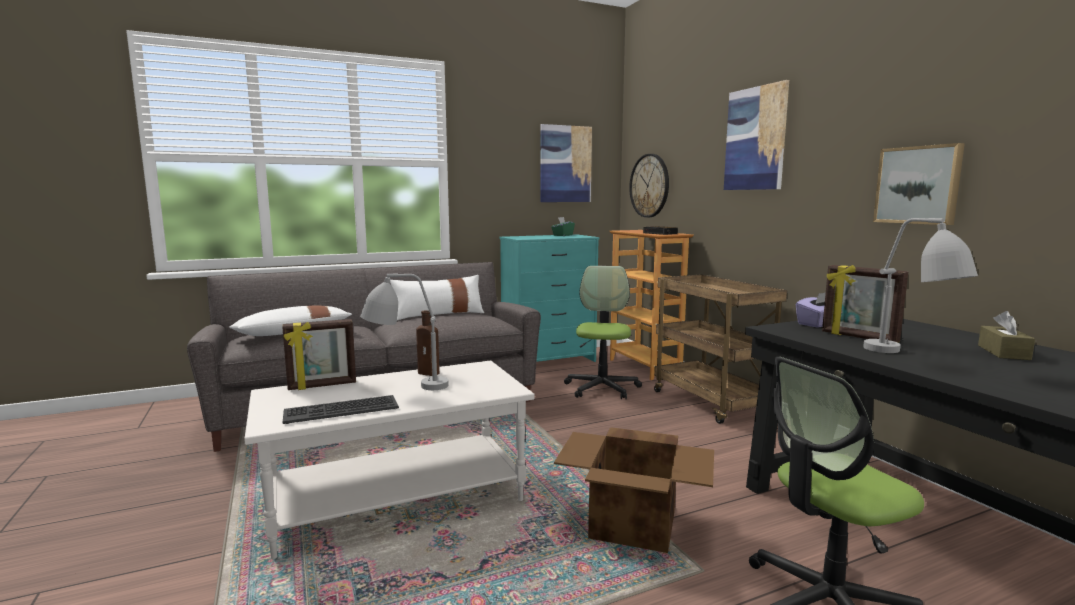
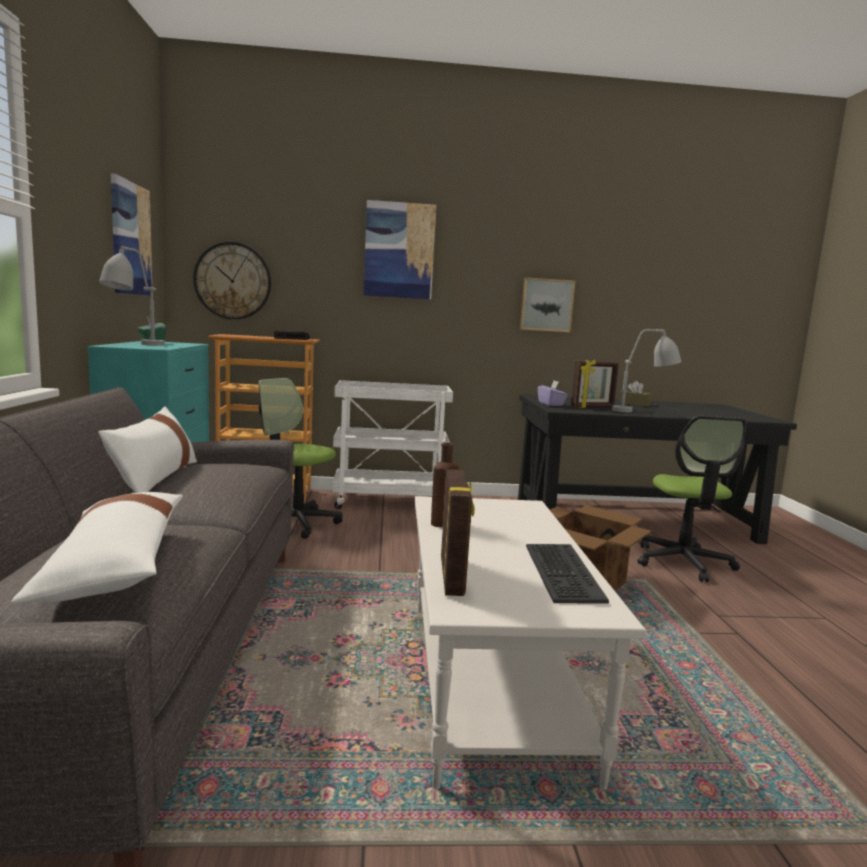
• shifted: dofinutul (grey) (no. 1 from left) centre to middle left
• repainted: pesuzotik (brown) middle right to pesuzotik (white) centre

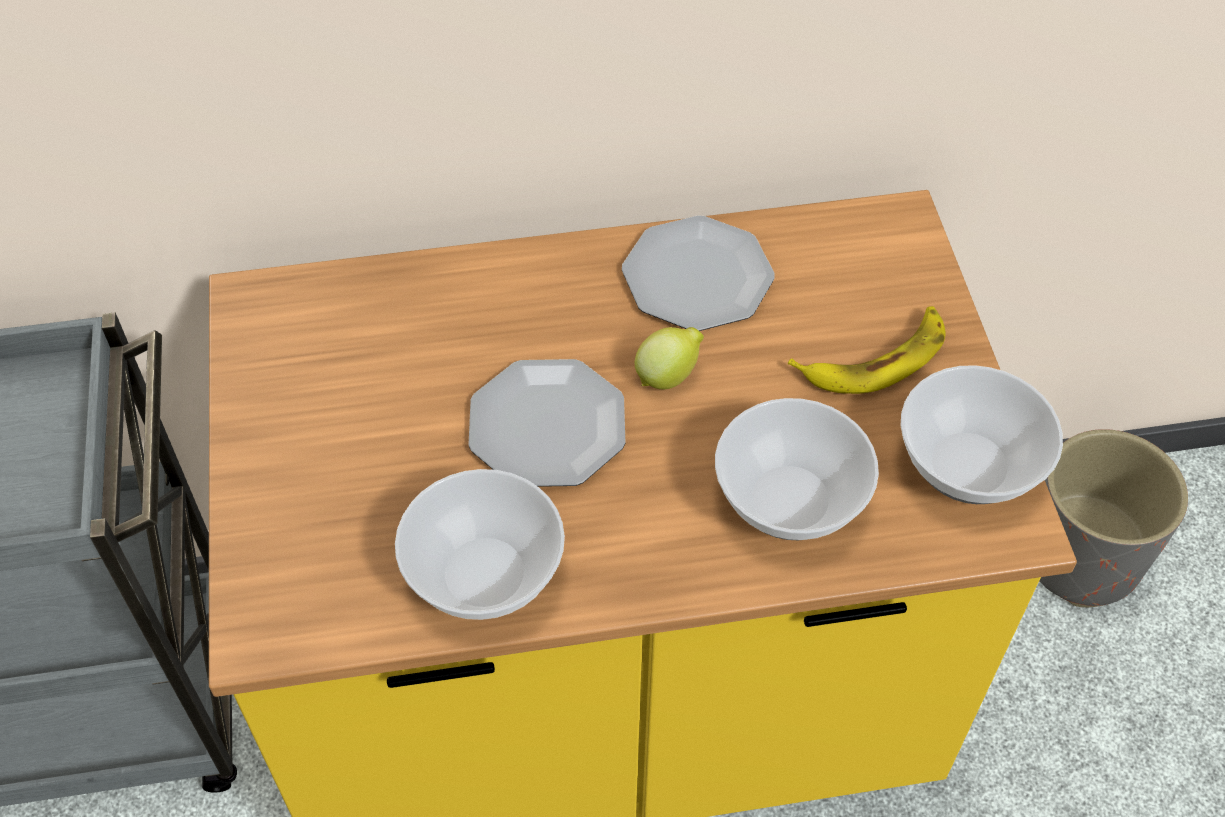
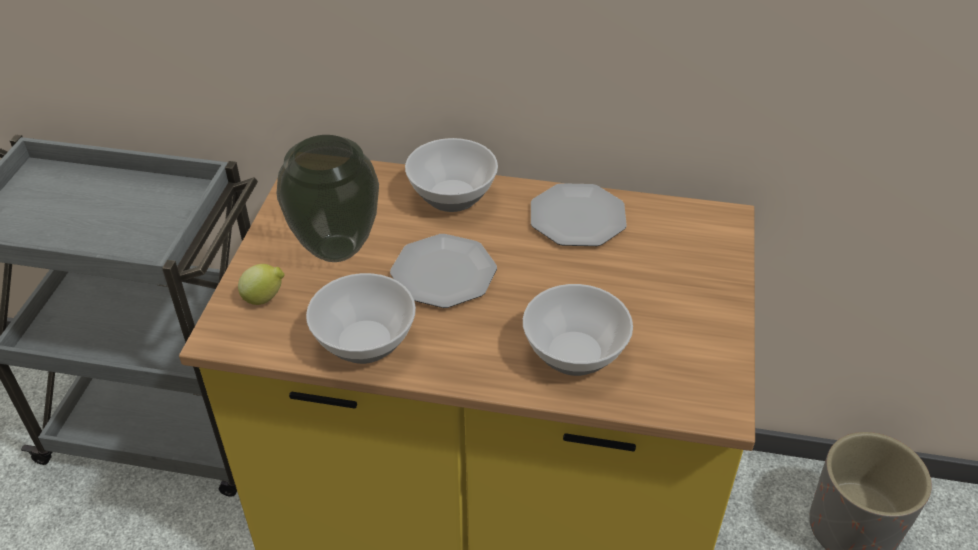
• shifted: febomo centre to middle left
• new: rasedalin centre
• shifted: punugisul (no. 3 from left in the first image) middle right to punugisul (no. 2 from left) top centre
• gone: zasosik middle right

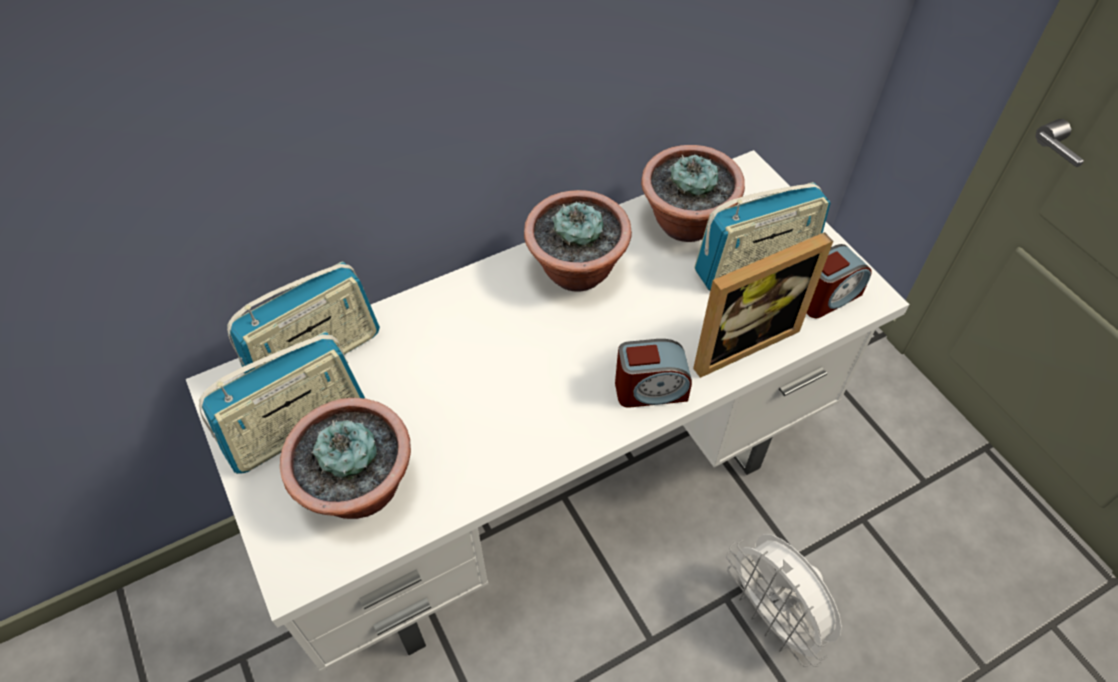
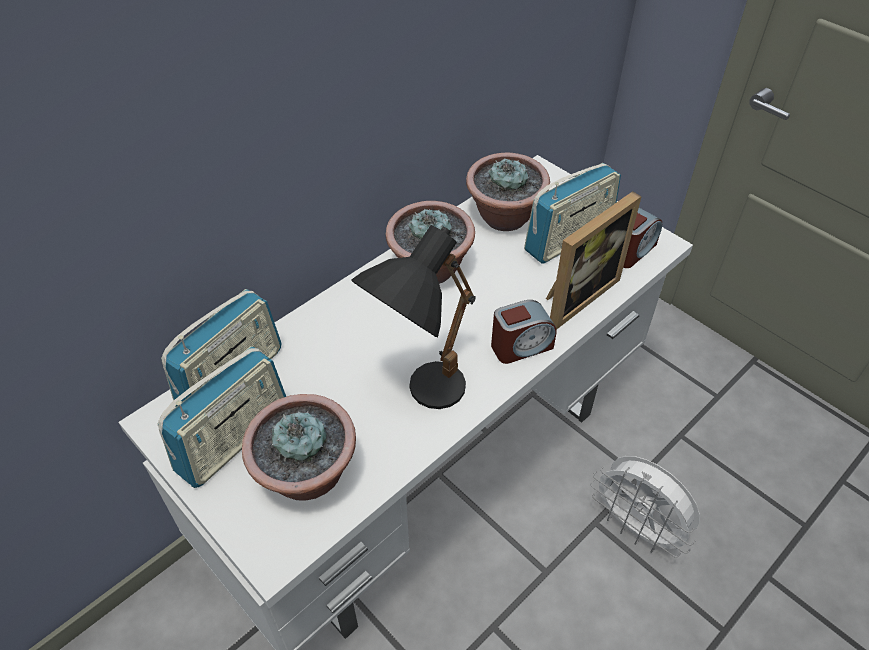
• new: dofinutul (black) centre

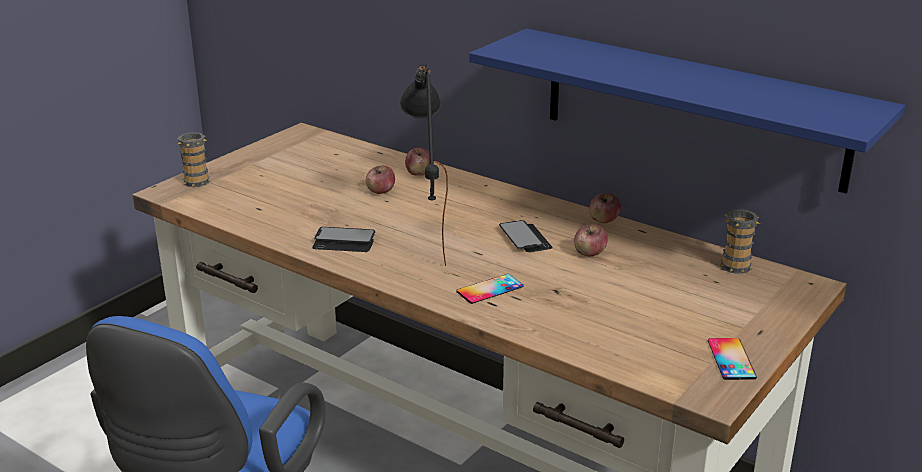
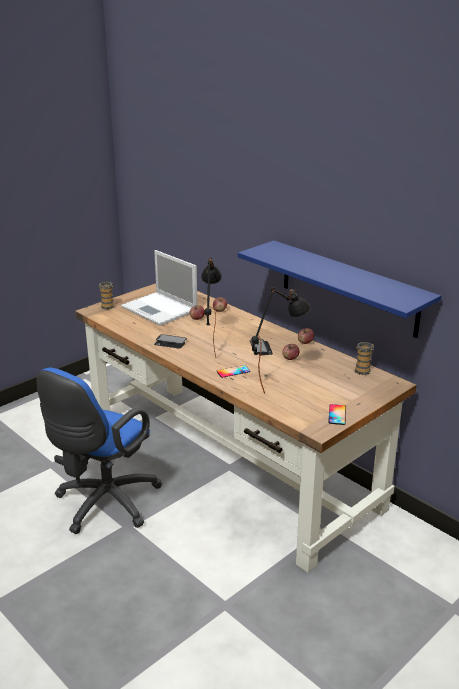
• new: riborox centre
• new: dofinutul (black) (no. 2 from left) centre

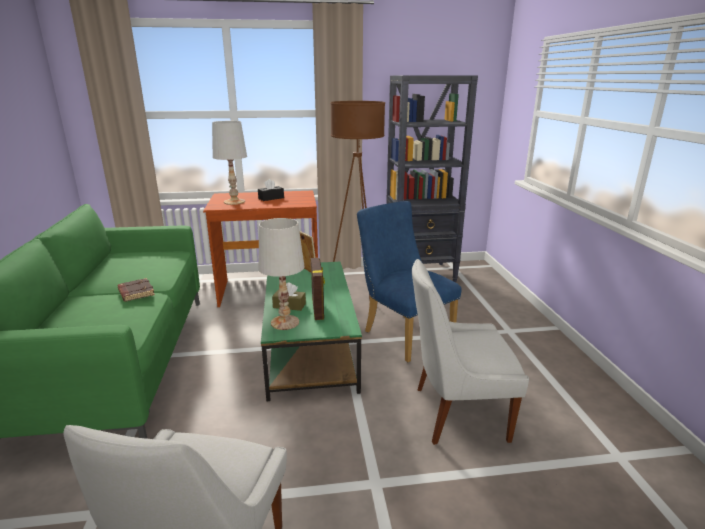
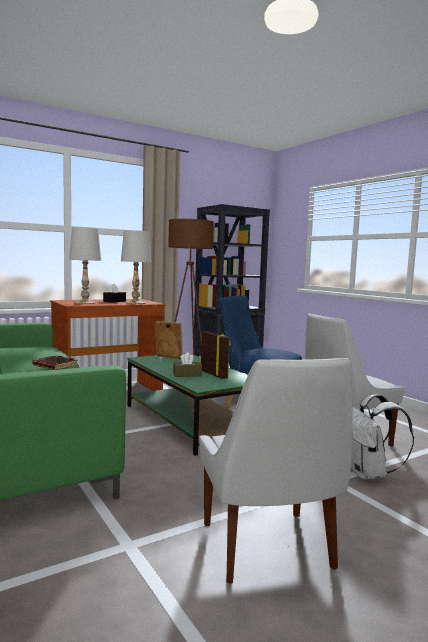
• shifted: dofinutul (white) (no. 2 from left) centre to middle left
• new: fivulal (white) bottom right

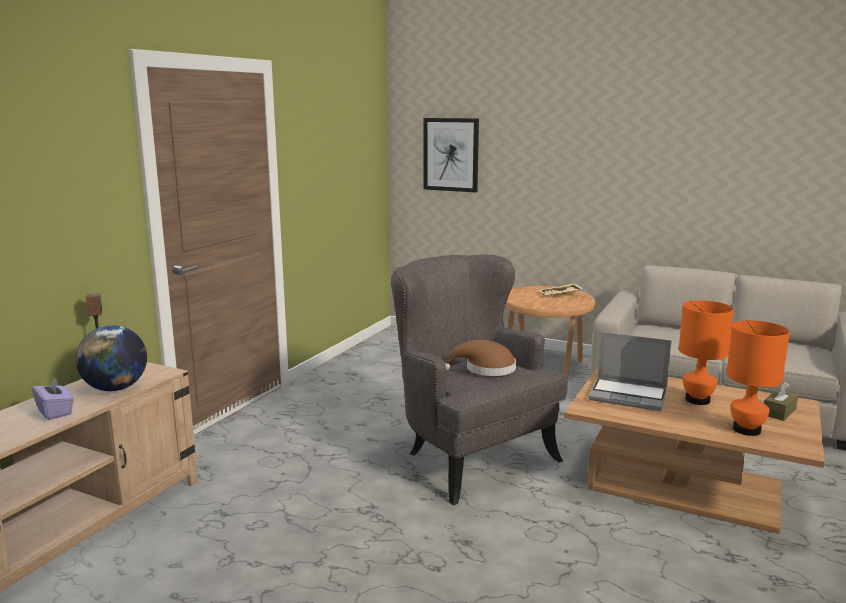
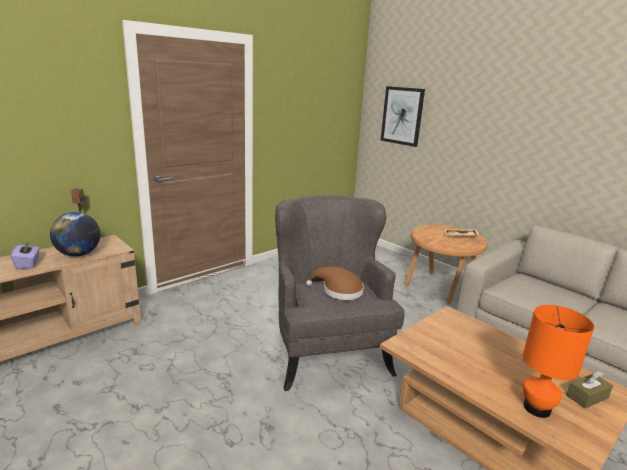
• gone: riborox middle right
• gone: dofinutul (orange) (no. 1 from left) middle right

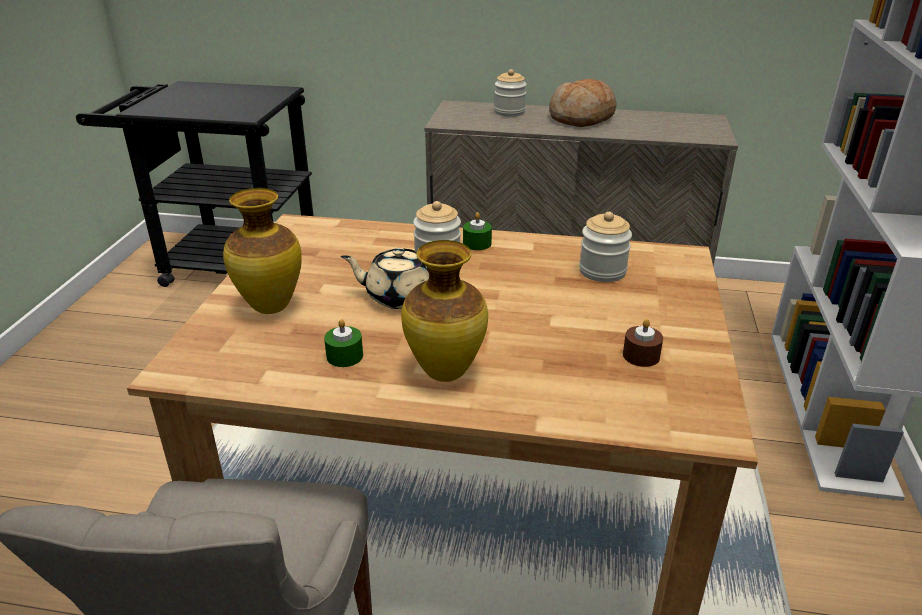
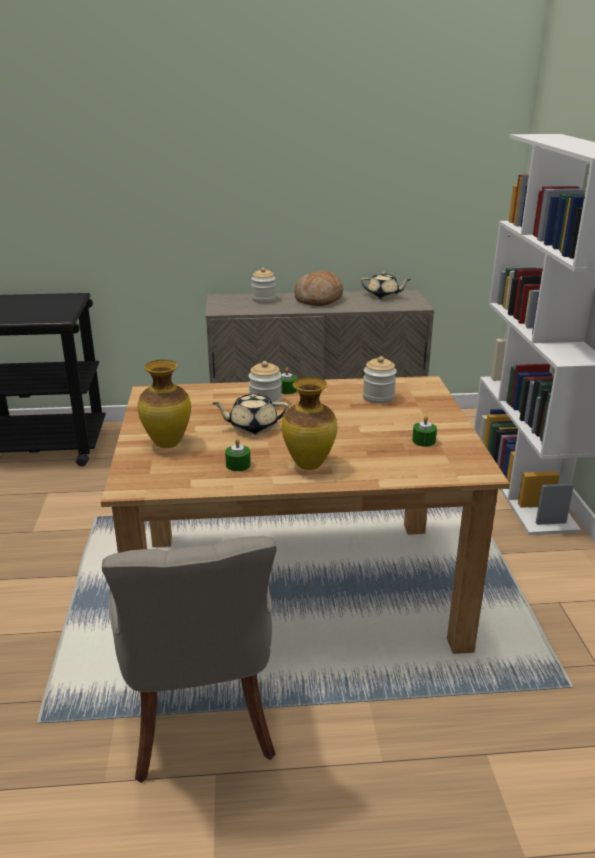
• new: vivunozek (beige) (no. 2 from left) top centre
• repainted: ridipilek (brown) middle right to ridipilek (green) (no. 3 from left) middle right

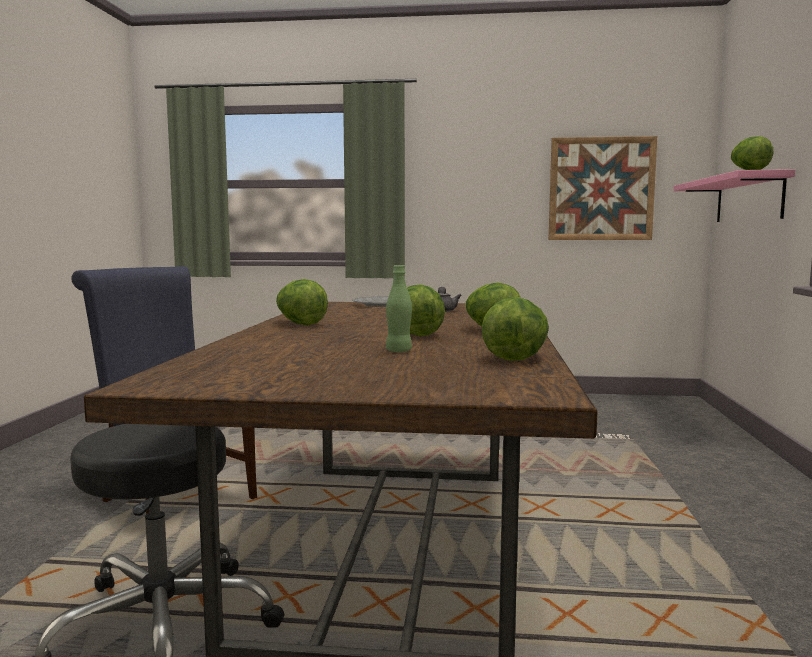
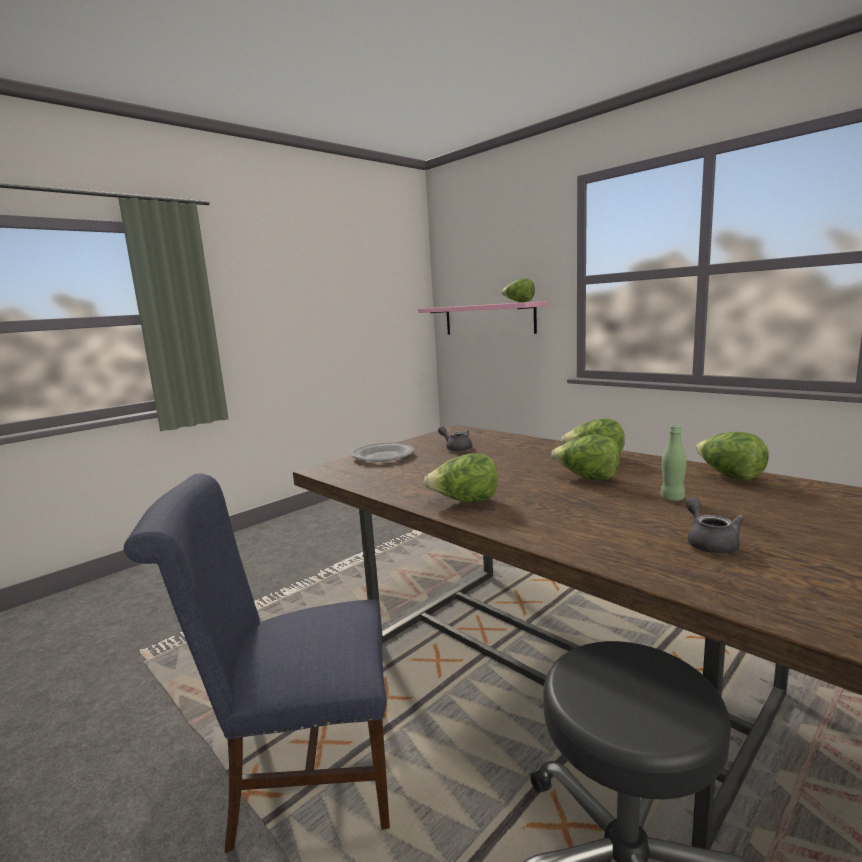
• new: vivunozek (grey) (no. 2 from left) middle right
• gone: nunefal top right

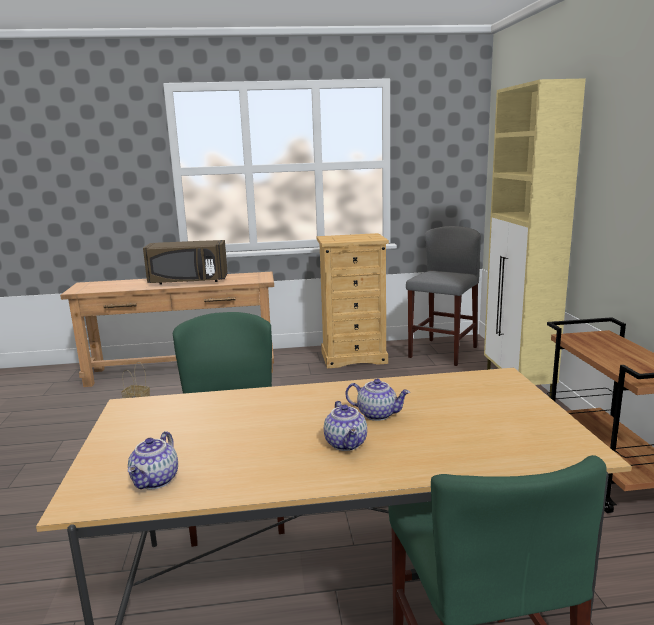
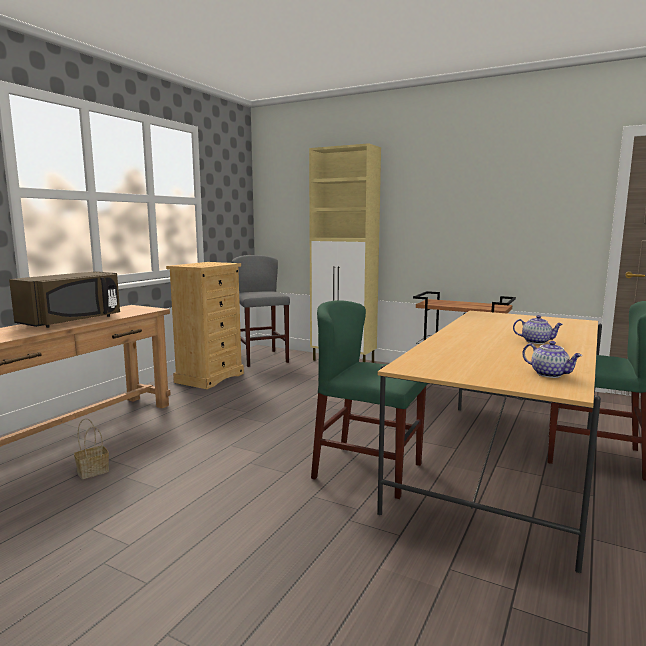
• gone: vivunozek (no. 3 from left) centre

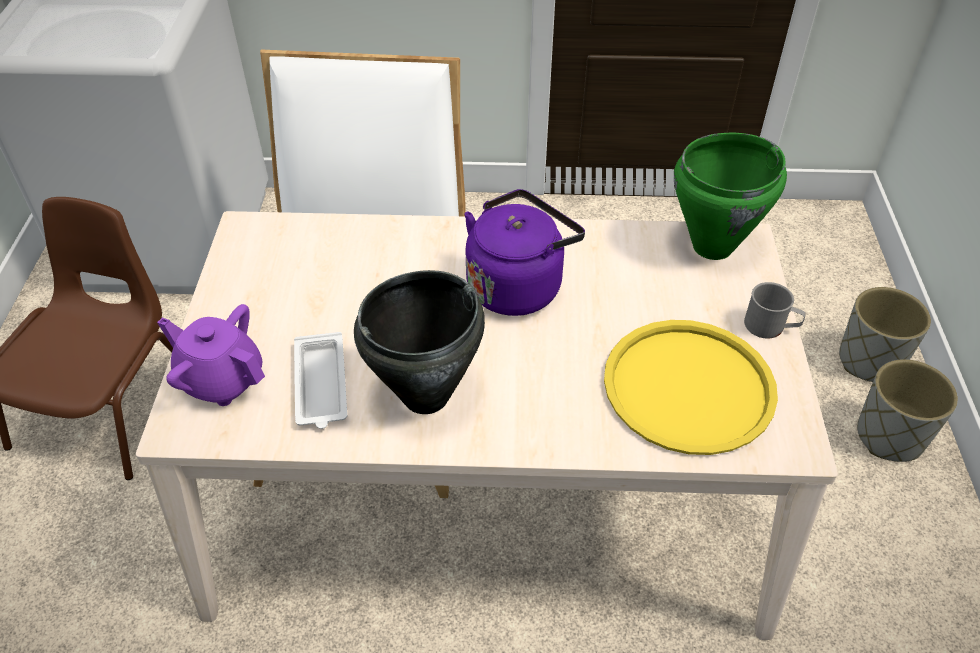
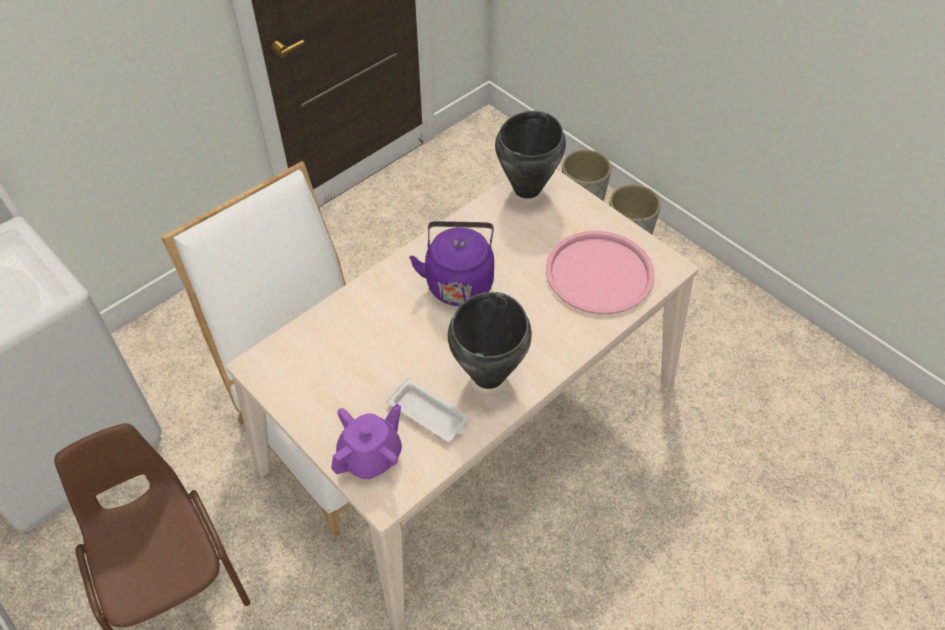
• rotated: vivunozek (purple) middle left = bottom centre 150 degrees clockwise
• repainted: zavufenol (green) top right to zavufenol (black) (no. 2 from left) top centre
• repainted: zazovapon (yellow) middle right to zazovapon (pink) centre
• gone: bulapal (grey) middle right

